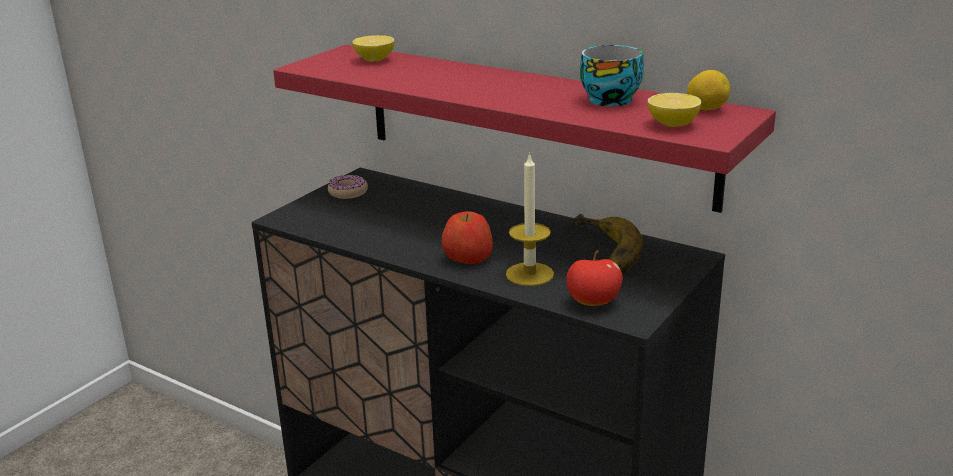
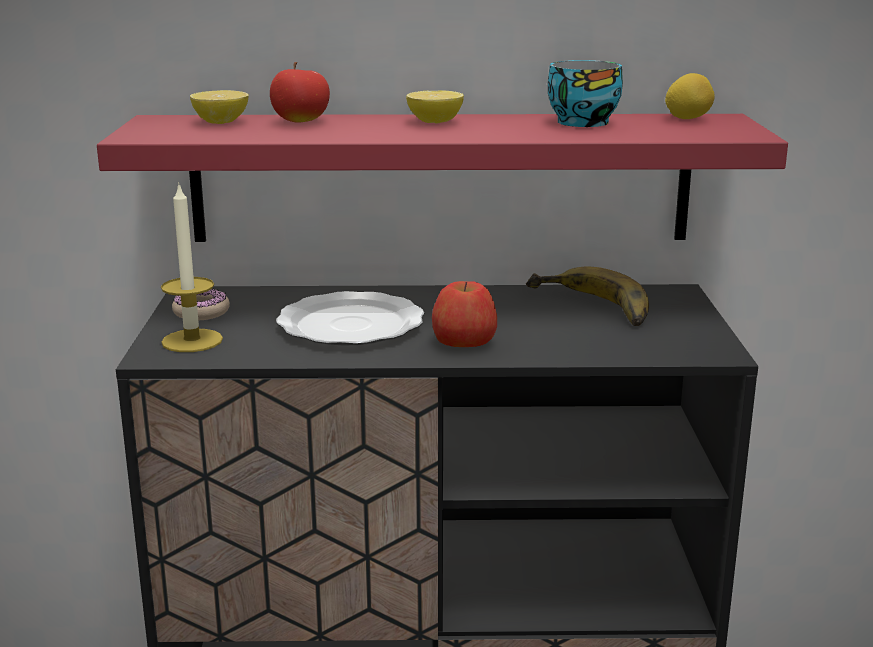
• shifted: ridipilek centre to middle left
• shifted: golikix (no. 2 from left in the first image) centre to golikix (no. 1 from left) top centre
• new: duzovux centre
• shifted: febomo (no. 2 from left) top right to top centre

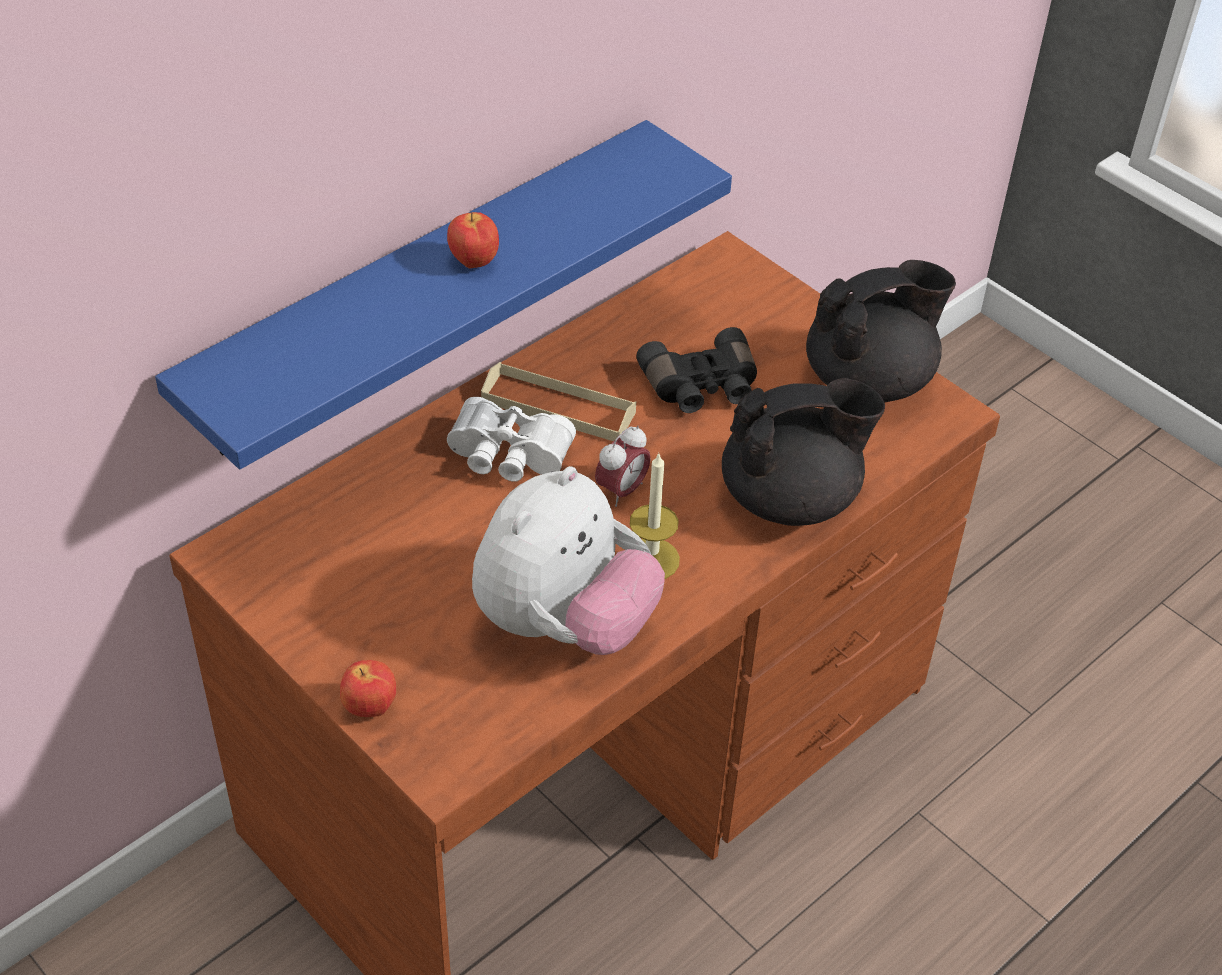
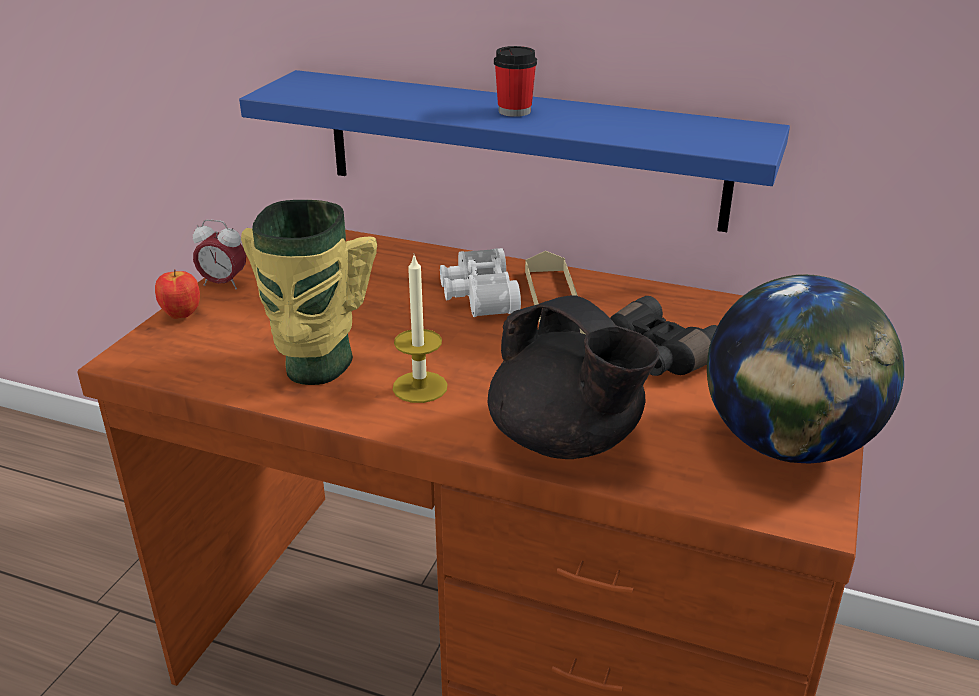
• shifted: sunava centre to middle left
• swapped: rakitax centre to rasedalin middle left
• swapped: golikix (no. 2 from left) top centre to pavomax top centre
• swapped: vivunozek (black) (no. 2 from left) middle right to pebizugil middle right

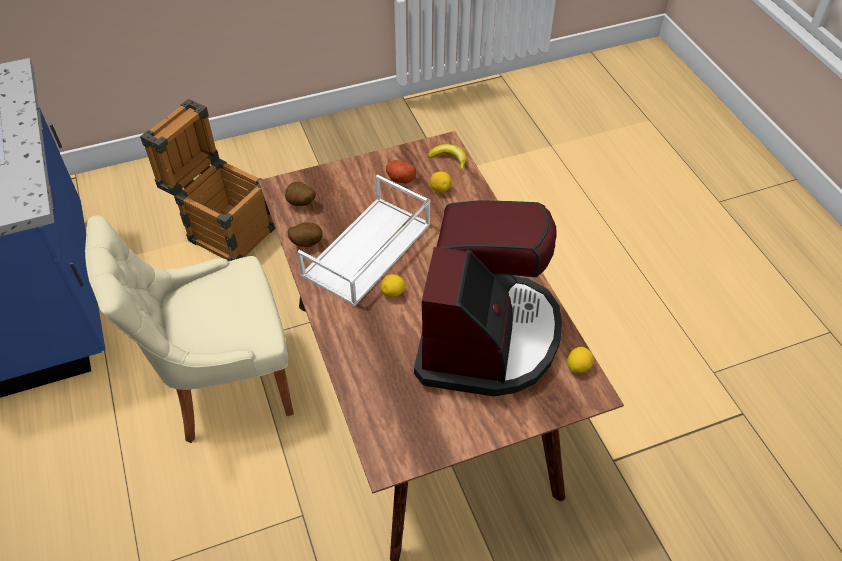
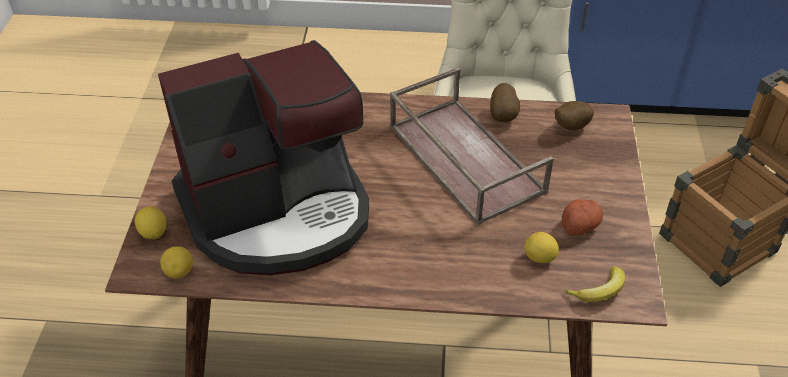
• shifted: febomo (no. 1 from left) centre to middle left
• rotated: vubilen centre = centre 60 degrees counterclockwise
• repainted: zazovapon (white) centre to zazovapon (brown) centre

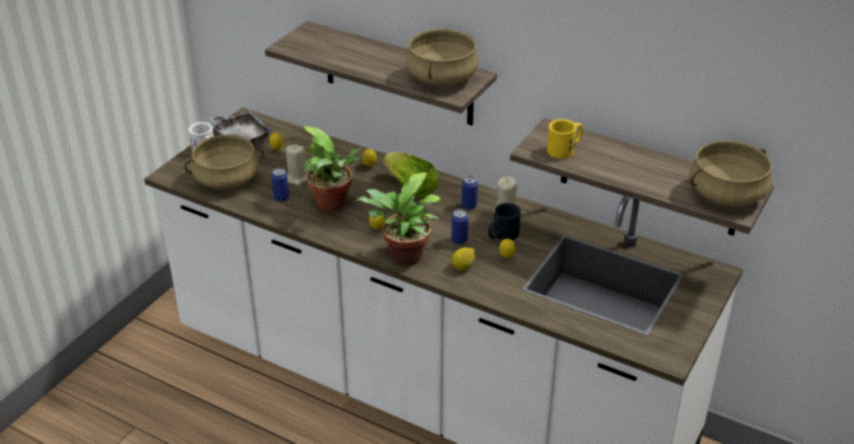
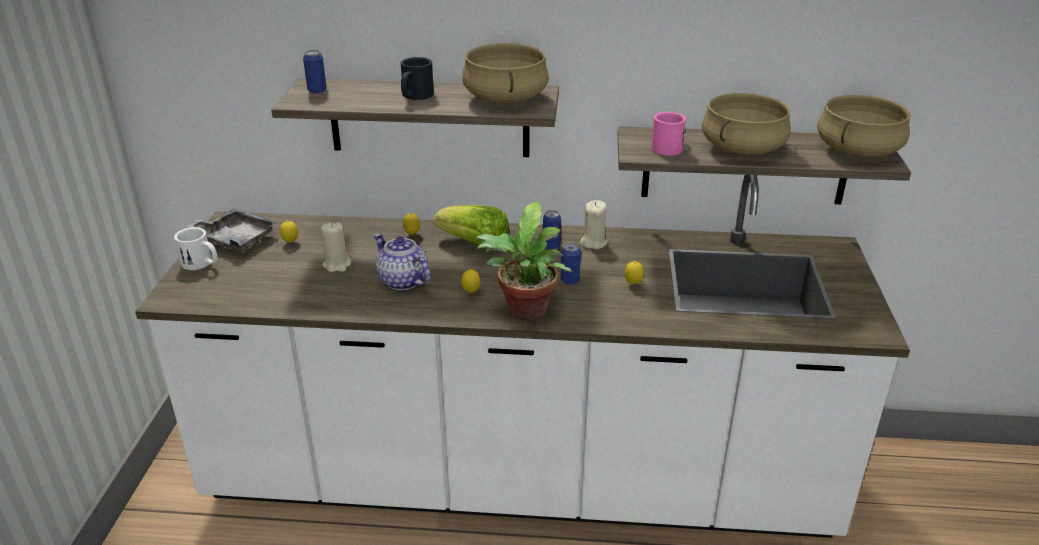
• shifted: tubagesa (no. 1 from left) middle left to top left
• swapped: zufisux (no. 1 from left) centre to vivunozek centre
• shifted: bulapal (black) centre to top centre
• repainted: bulapal (yellow) top centre to bulapal (pink) top centre
• shifted: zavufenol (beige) (no. 1 from left in the first image) middle left to zavufenol (beige) (no. 2 from left) top right
• gone: febomo (no. 4 from left) centre

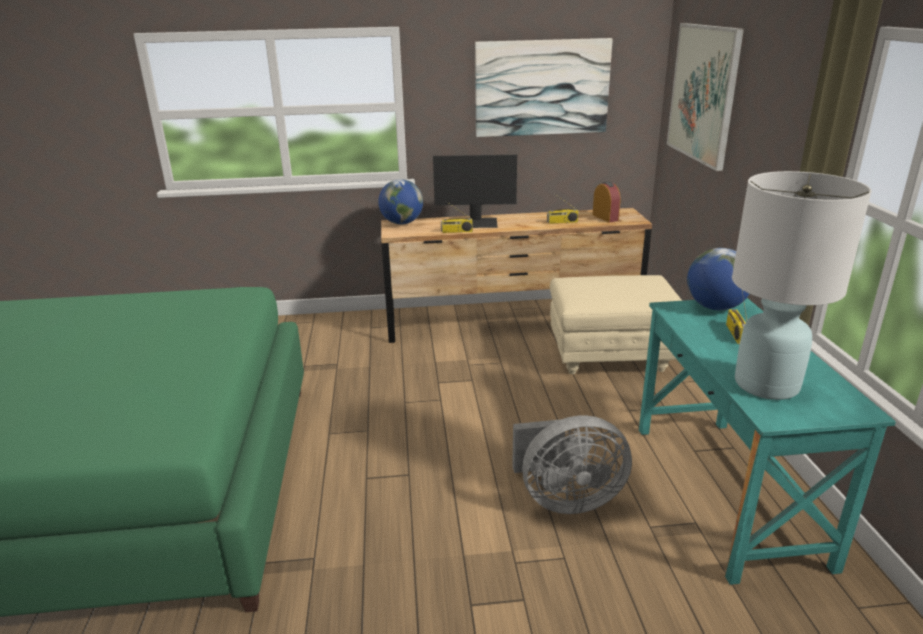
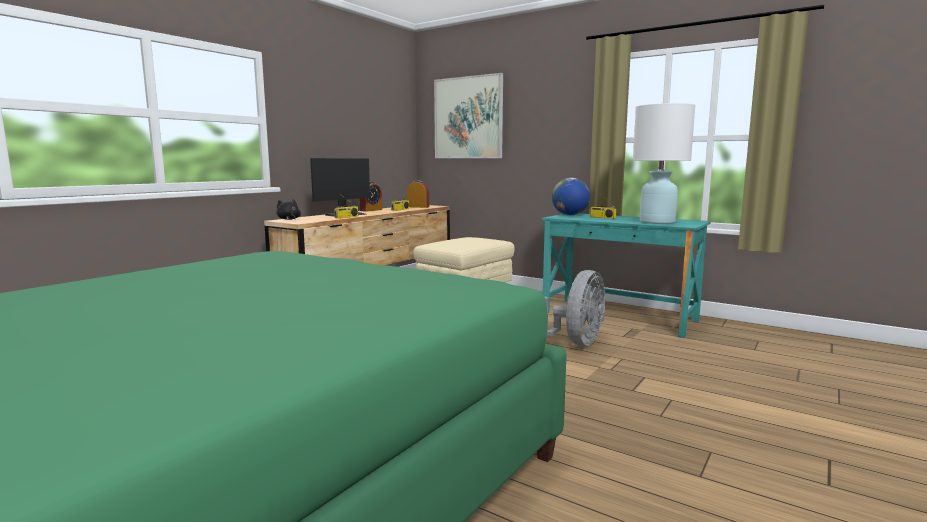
• swapped: pebizugil (no. 1 from left) top centre to rakitax (black) middle left
• new: sunava (no. 1 from left) centre
• gone: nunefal (no. 1 from left) top centre

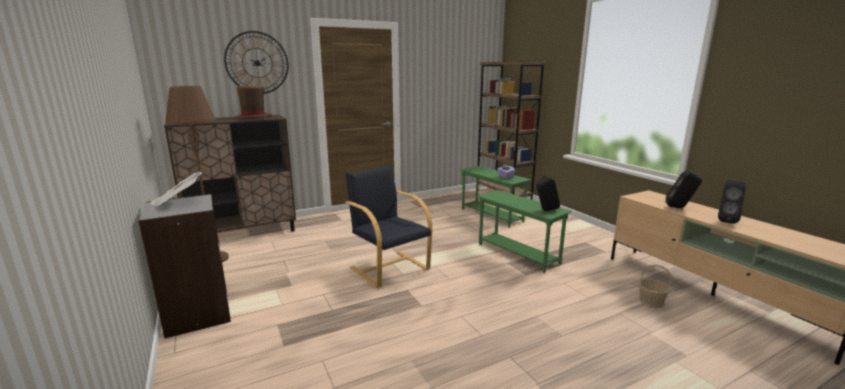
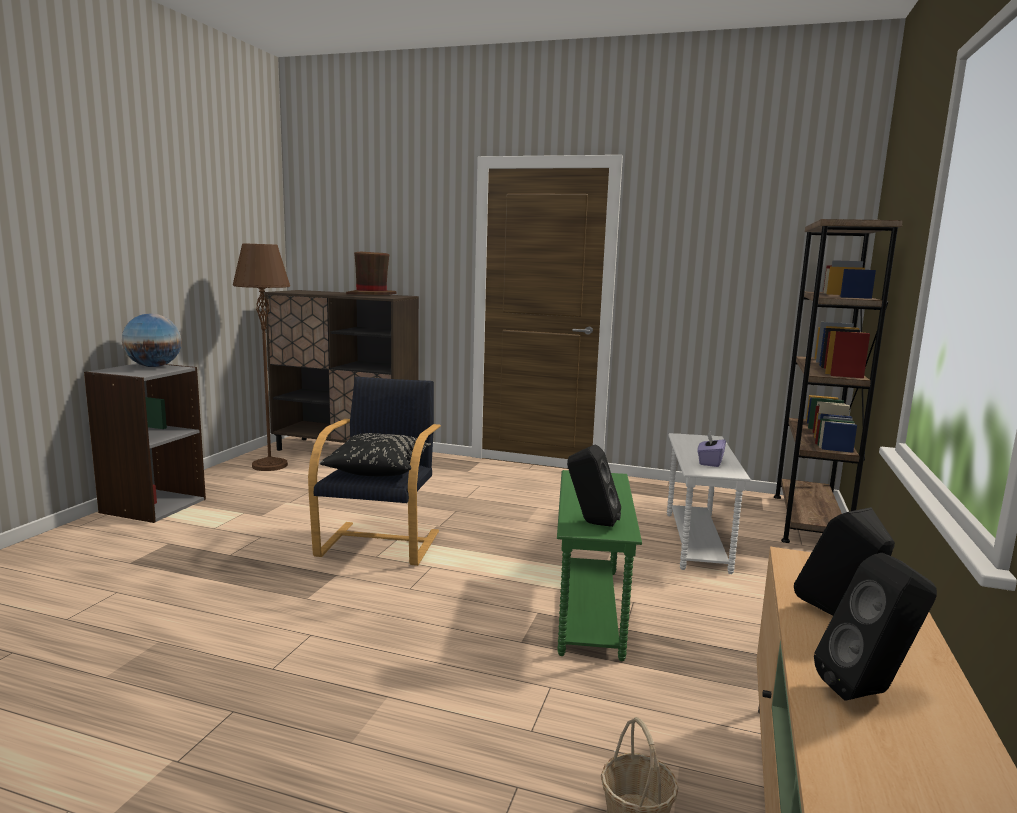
• swapped: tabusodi middle left to pebizugil middle left
• new: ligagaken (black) centre
• repainted: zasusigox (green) (no. 1 from left) centre to zasusigox (white) middle right
• gone: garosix top left

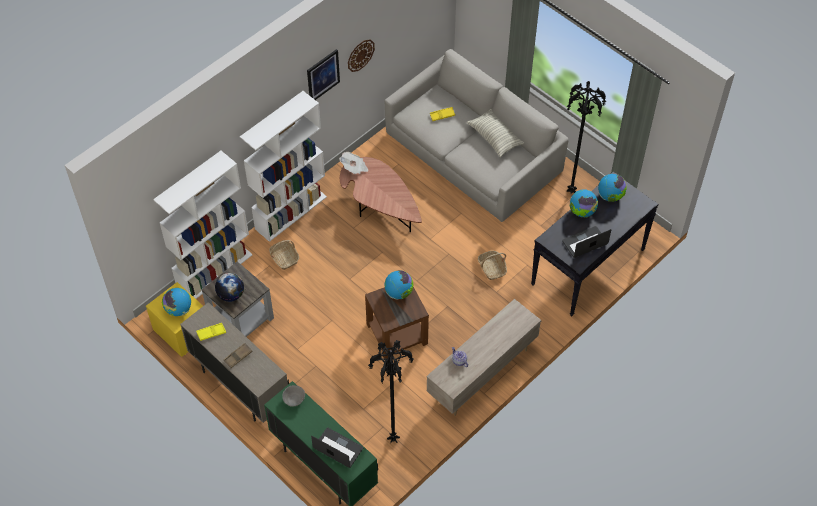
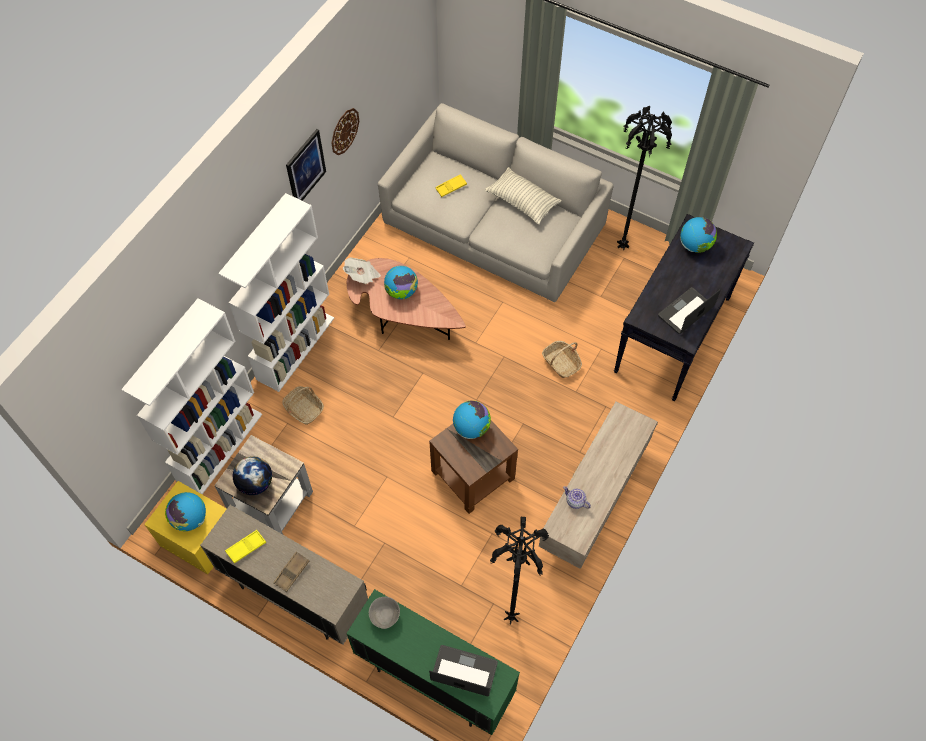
• shifted: pebizugil (no. 4 from left in the first image) middle right to pebizugil (no. 3 from left) centre

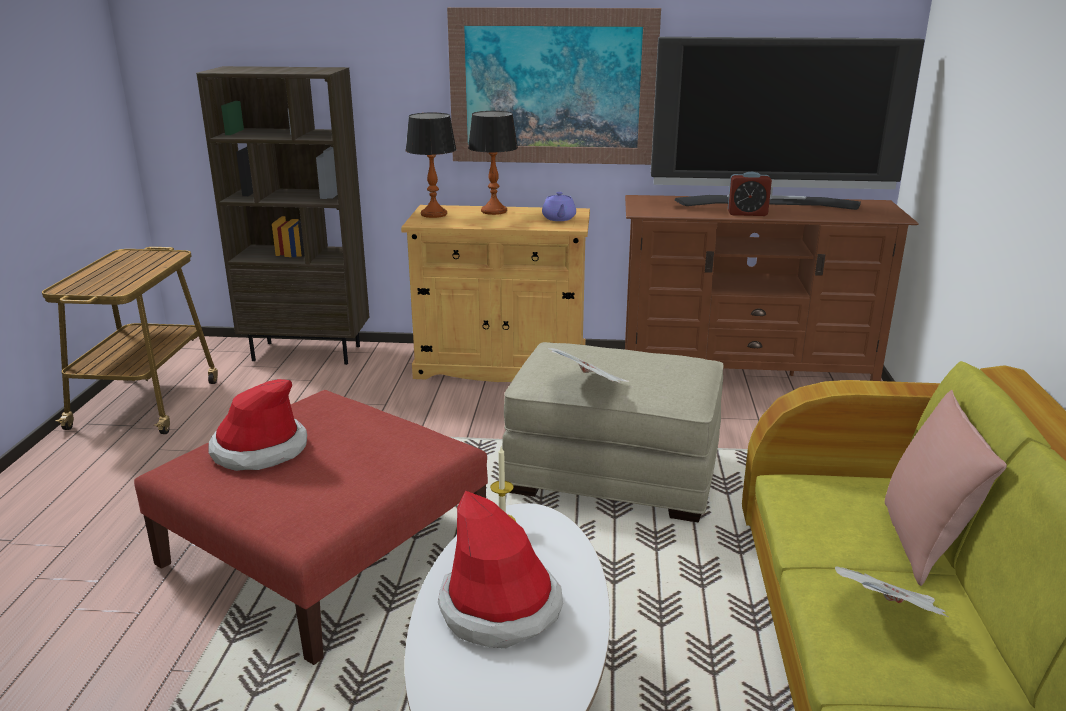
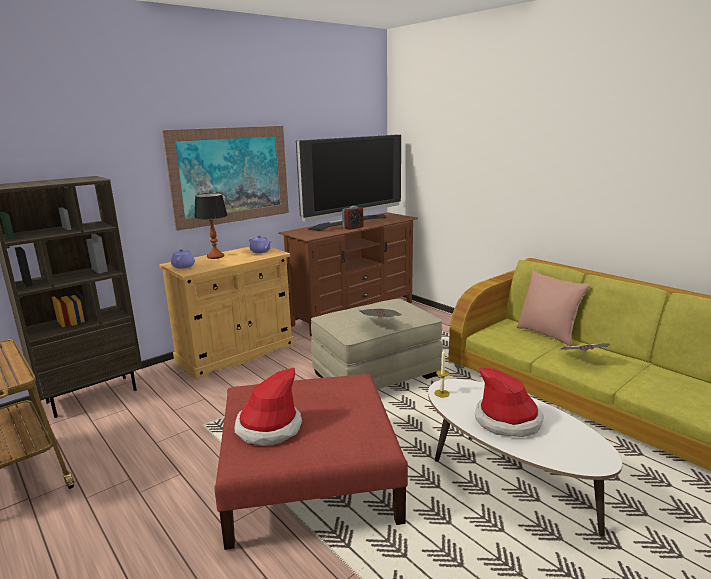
• swapped: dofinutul (no. 1 from left) top centre to vivunozek (purple) (no. 1 from left) middle left

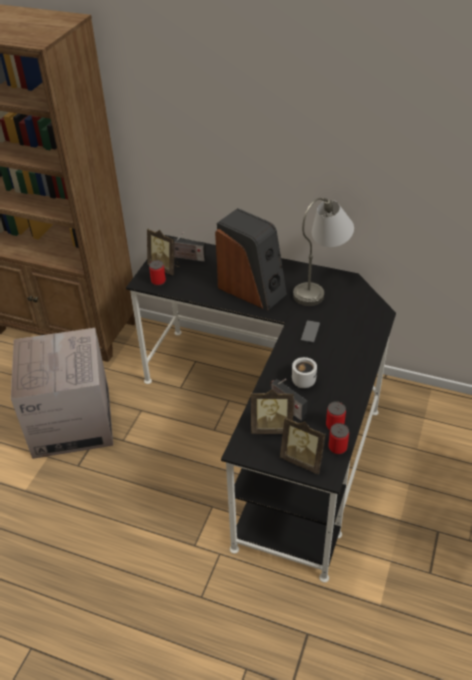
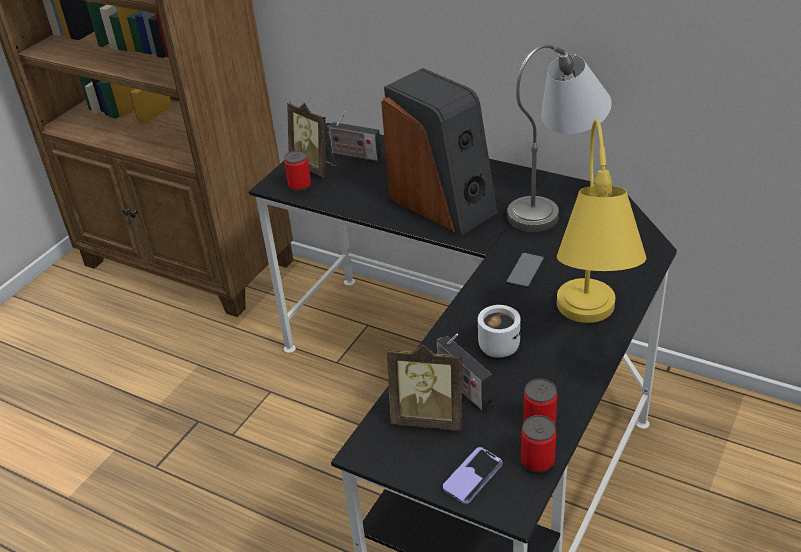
• swapped: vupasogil (no. 3 from left) centre to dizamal (no. 1 from left) bottom centre
• new: dofinutul (yellow) middle right
• gone: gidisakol middle left

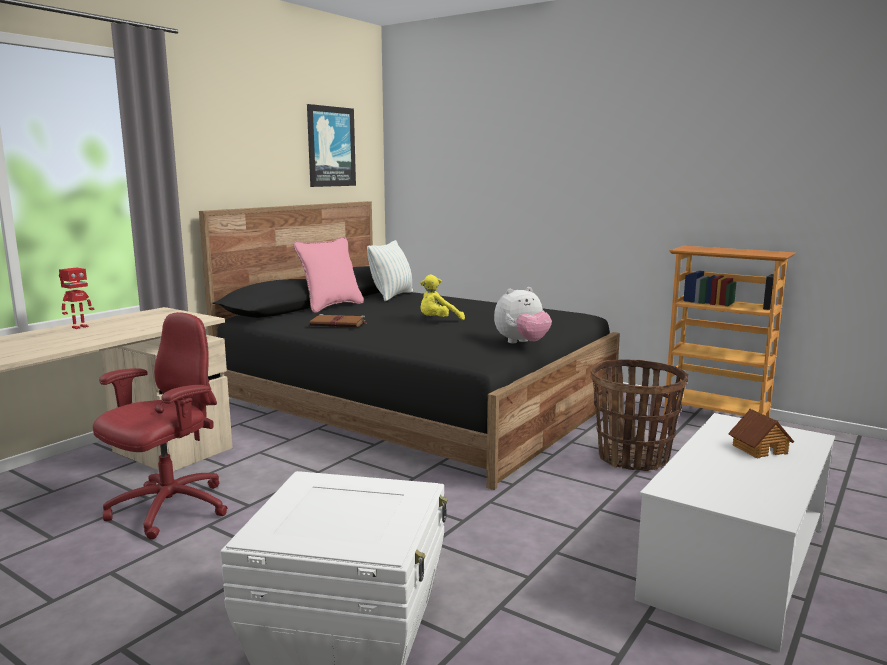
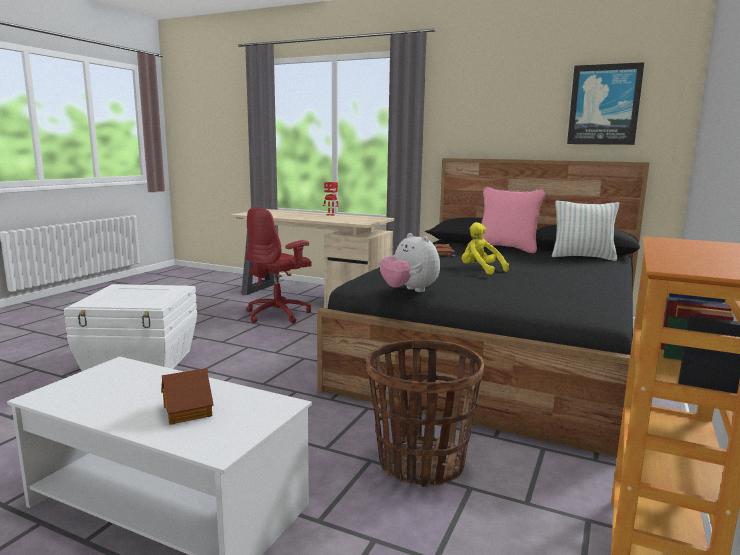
• rotated: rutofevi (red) middle left = centre 105 degrees clockwise

